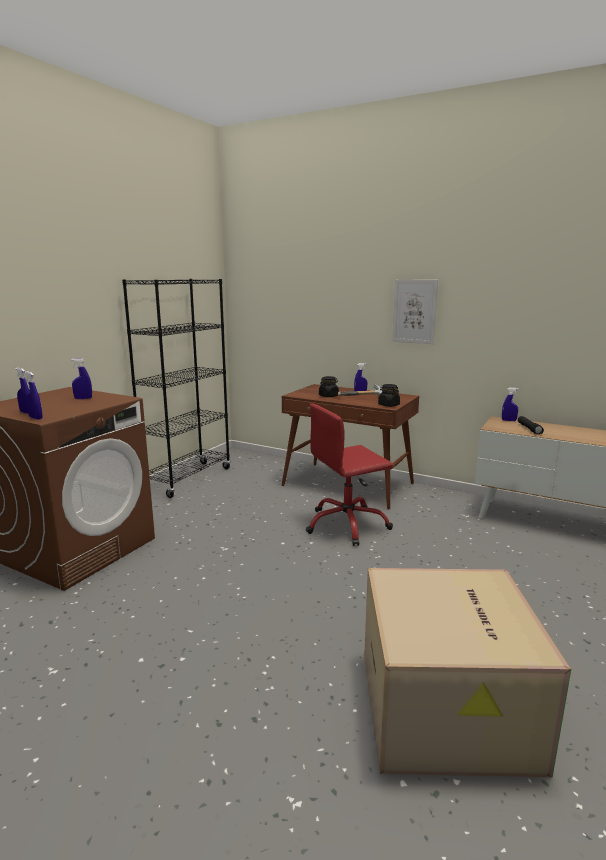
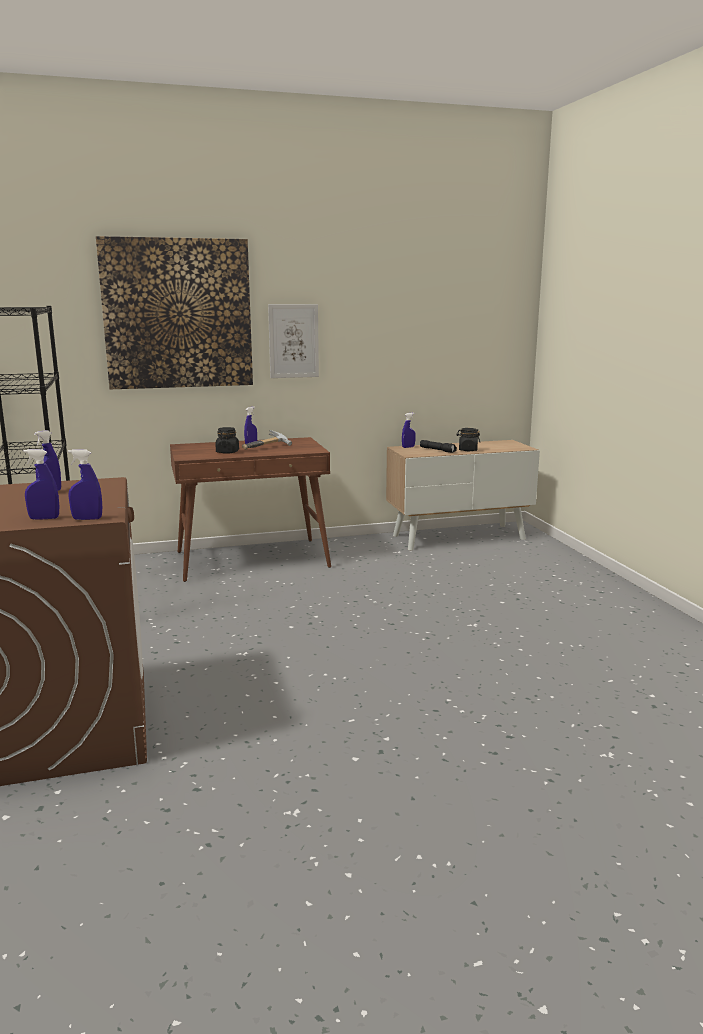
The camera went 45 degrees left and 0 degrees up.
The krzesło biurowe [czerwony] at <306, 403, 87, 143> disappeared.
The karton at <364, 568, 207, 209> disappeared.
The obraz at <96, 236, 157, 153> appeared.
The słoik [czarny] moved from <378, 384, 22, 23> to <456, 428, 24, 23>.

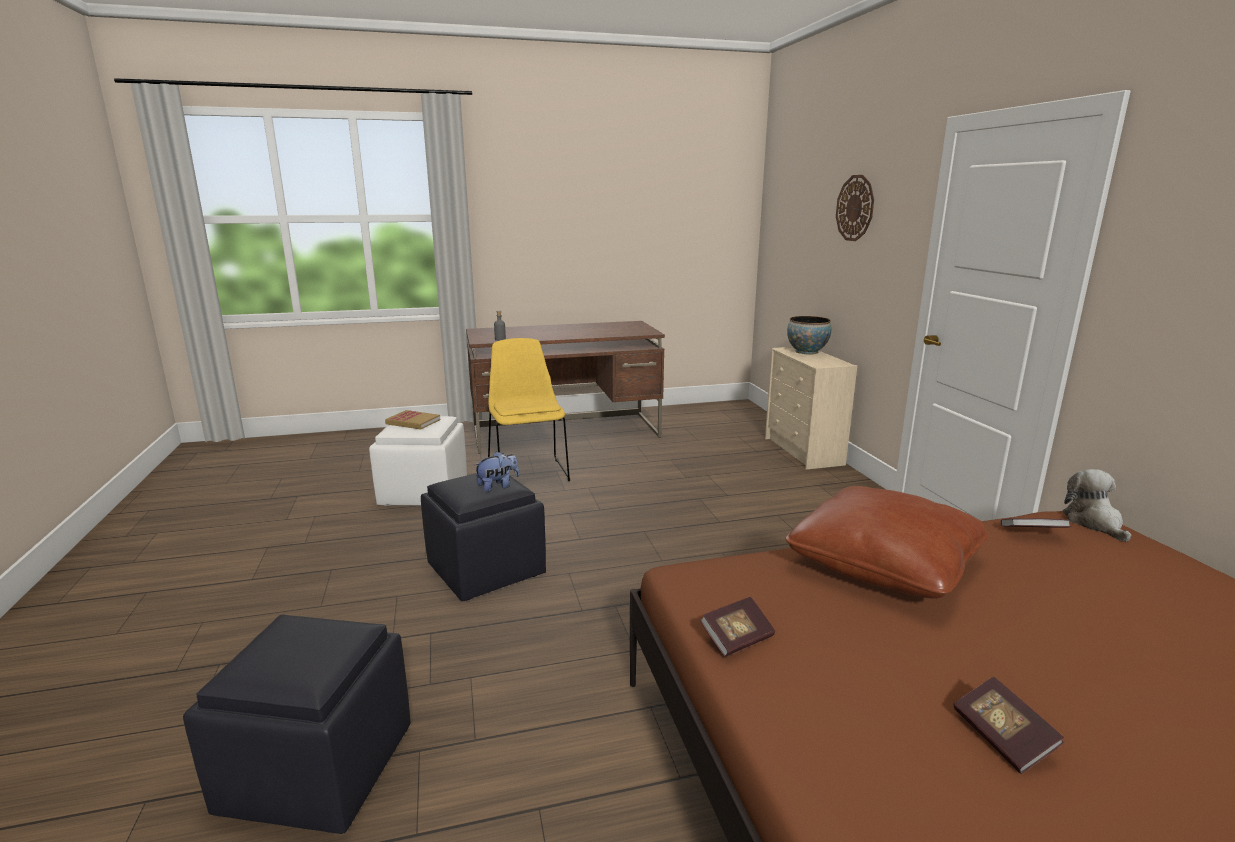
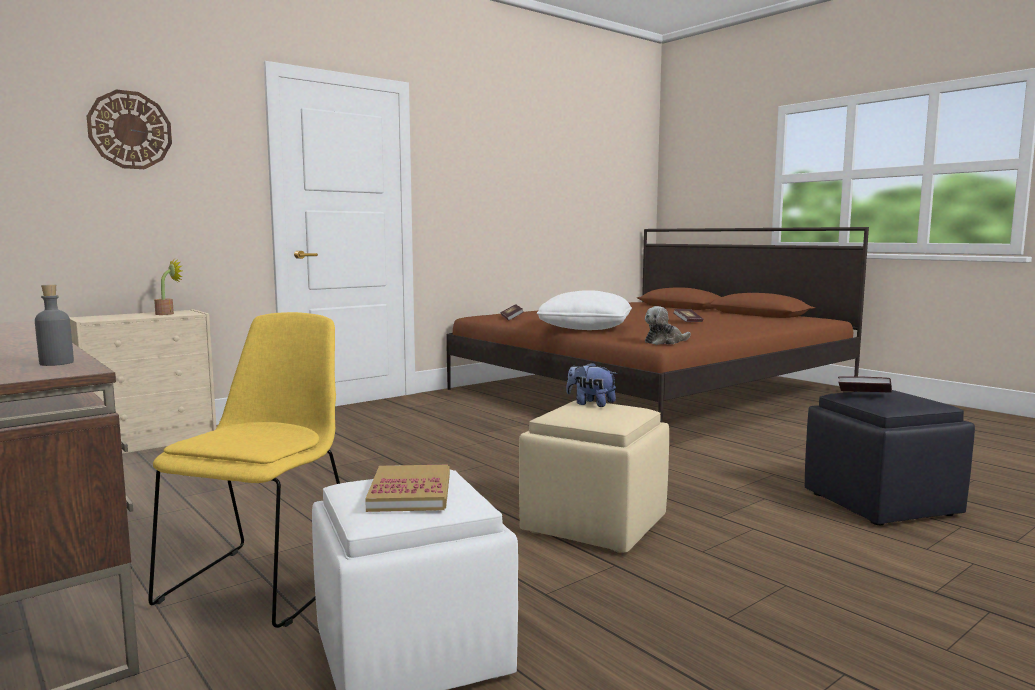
The camera went 115 degrees left and 10 degrees down.
The miska at <787, 316, 44, 38> disappeared.
The roślina doniczkowa at <154, 259, 28, 56> appeared.
The książka moved from <700, 597, 75, 60> to <838, 376, 54, 17>.
The pluszak moved from <1062, 469, 69, 73> to <645, 306, 46, 39>.
The pufa [czarny] at <421, 473, 125, 128> became the pufa [beżowy] at <519, 400, 150, 153>.
The poduszka [brązowy] at <785, 486, 203, 113> became the poduszka [biały] at <537, 290, 95, 40>.
The krzesło [żółty] at <488, 338, 82, 144> turned 150 degrees clockwise.

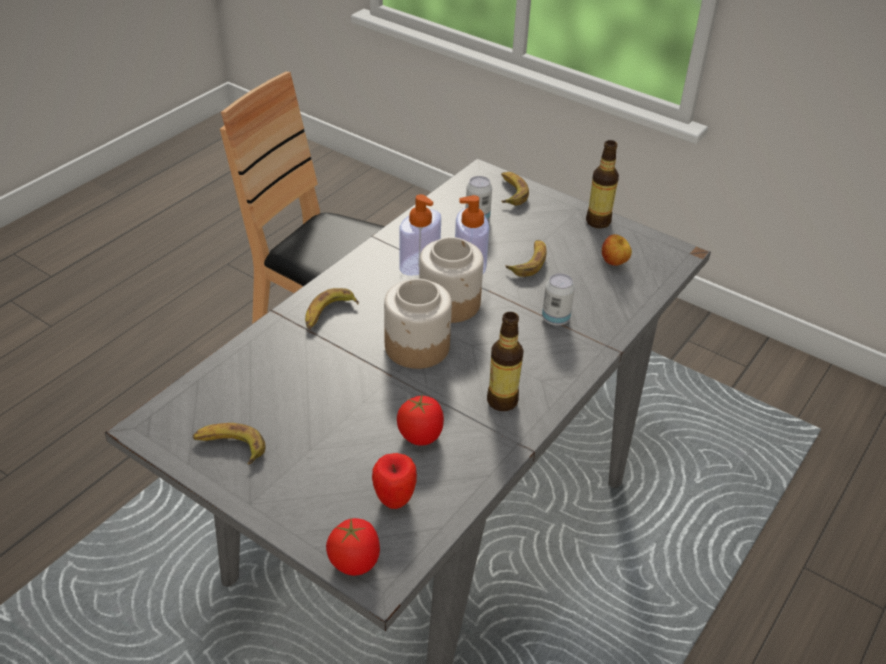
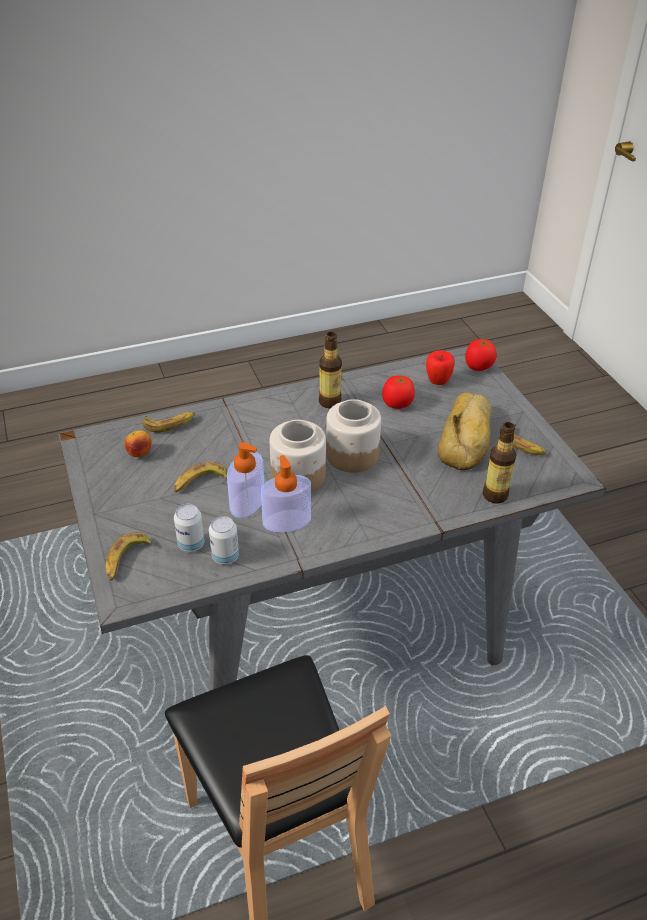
The camera went 145 degrees left and 0 degrees up.
The chleb at <438, 392, 53, 78> appeared.
The banan moved from <305, 288, 54, 42> to <142, 412, 53, 21>.
The puszka moved from <542, 273, 33, 53> to <209, 516, 30, 48>.
The butelka moved from <586, 140, 33, 88> to <483, 422, 33, 82>.

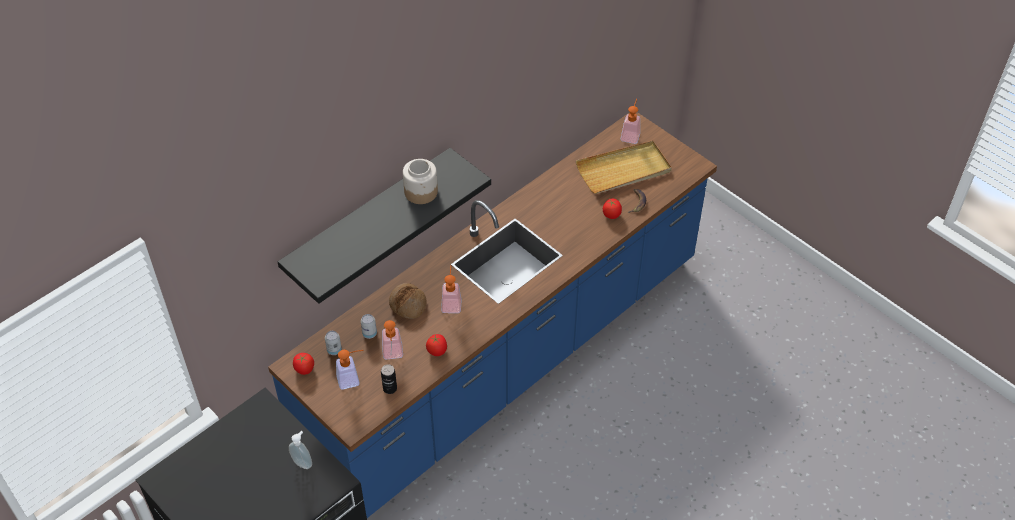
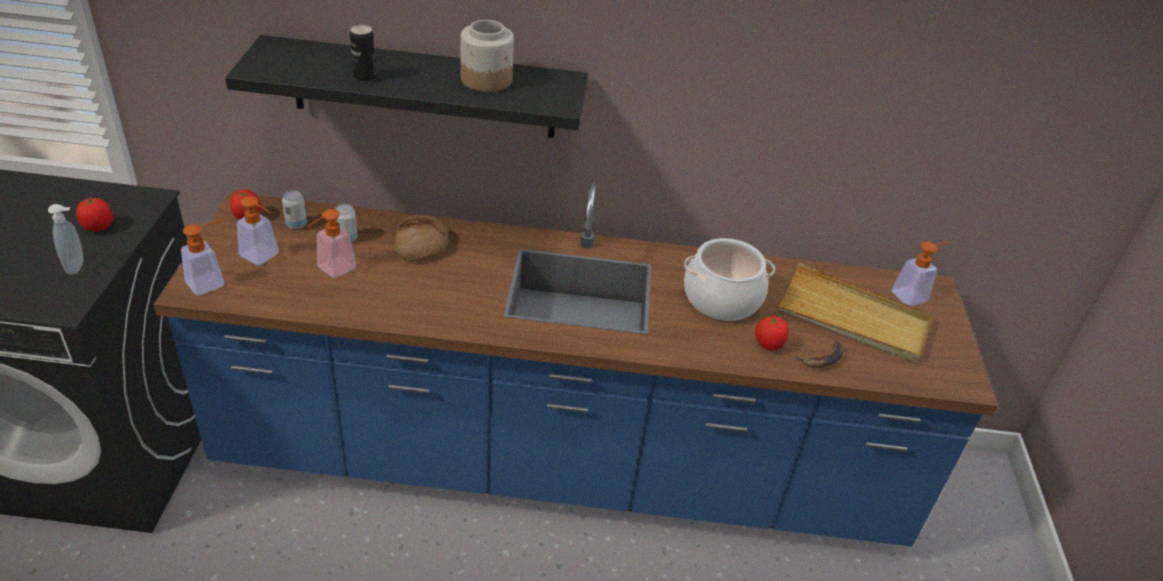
The camera went 45 degrees right and 10 degrees down.
The garnek at <684, 238, 91, 83> appeared.
The puszka moved from <381, 364, 16, 30> to <350, 25, 26, 57>.
The pomidor moved from <426, 334, 21, 22> to <76, 196, 37, 36>.
The dozownik mydła moved from <441, 265, 21, 48> to <181, 220, 43, 76>.

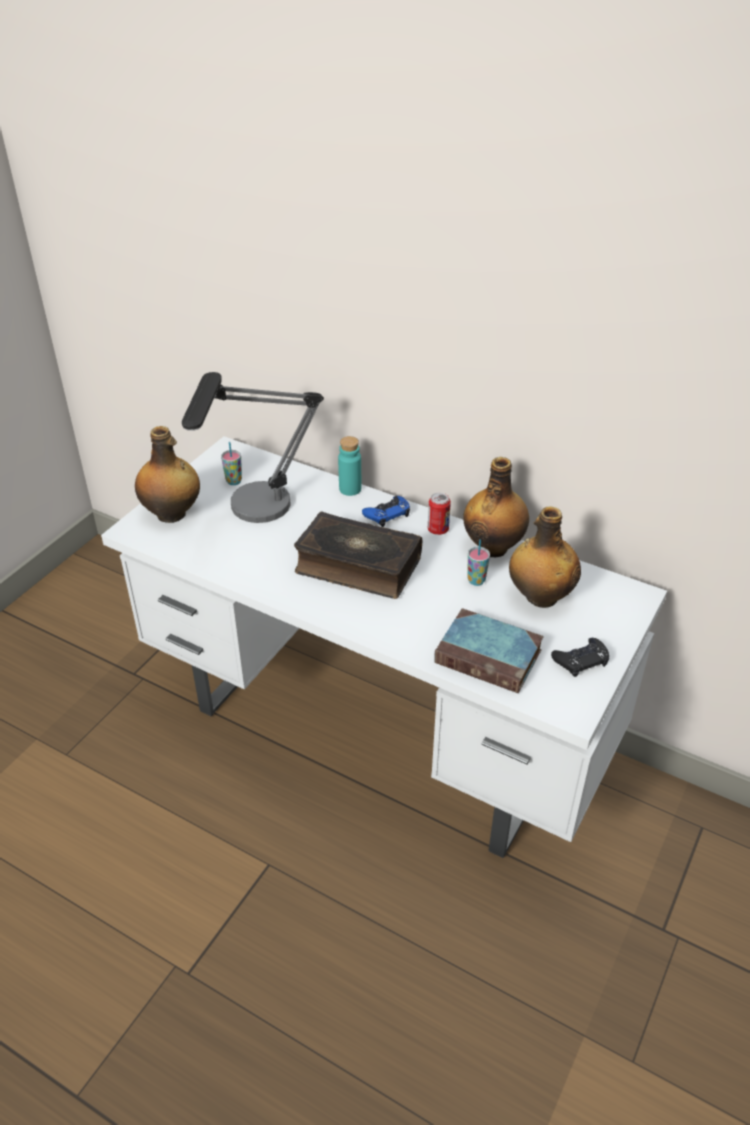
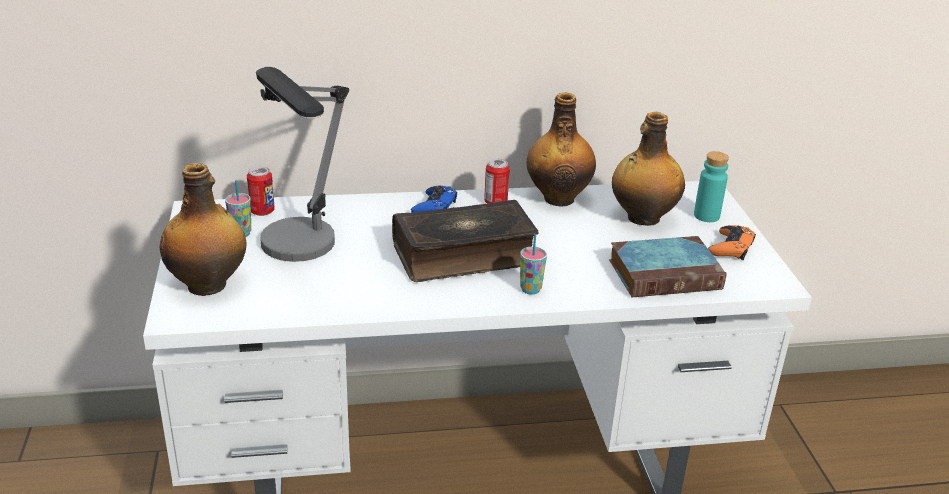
The camera went 40 degrees left and 10 degrees down.
The puszka at <247, 166, 28, 50> appeared.
The butelka [turkusowy] moved from <338, 436, 23, 60> to <694, 151, 35, 71>.
The filiżanka moved from <468, 539, 22, 47> to <520, 234, 27, 61>.
The pad do gier [czarny] at <551, 638, 58, 39> became the pad do gier [pomarańczowy] at <708, 225, 48, 35>.

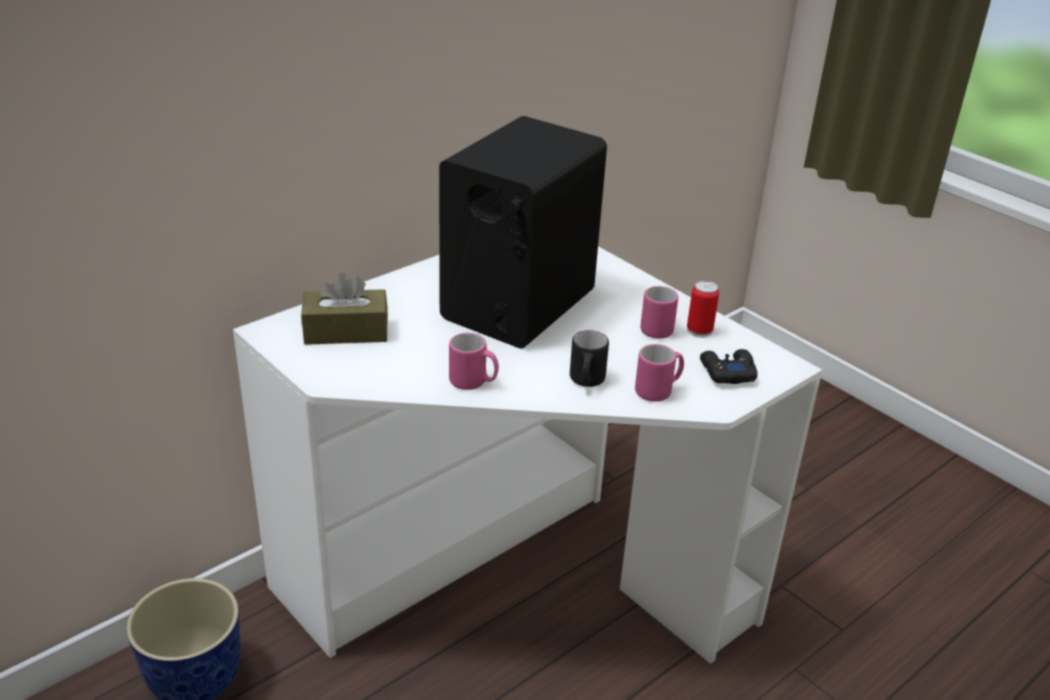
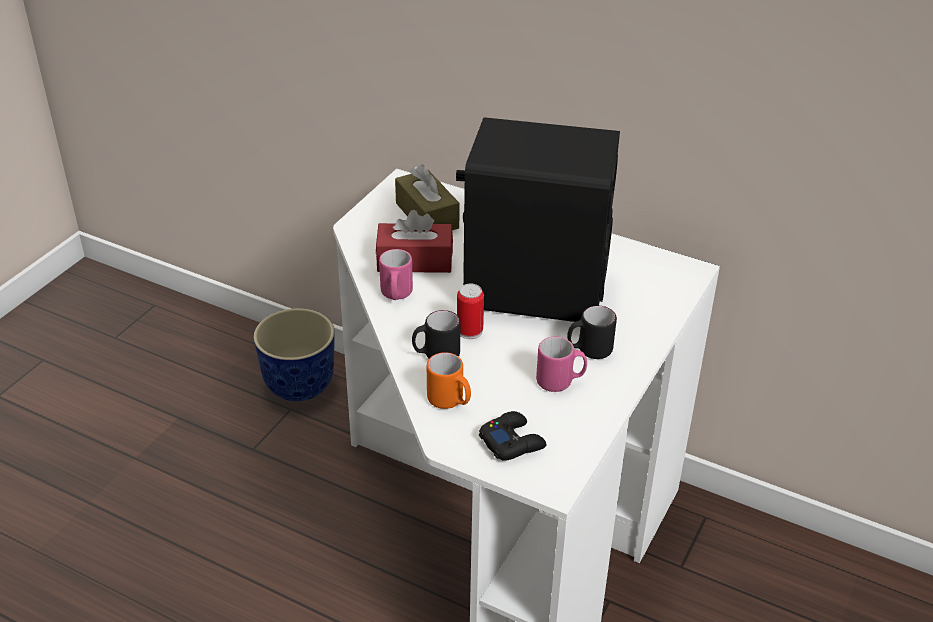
The camera went 70 degrees right and 5 degrees up.
The pudełko chusteczek [czerwony] at <376, 210, 77, 63> appeared.
The kubek [czarny] at <567, 306, 50, 53> appeared.
The puszka moved from <687, 280, 32, 58> to <457, 284, 27, 55>.
The kubek [różowy] at <635, 344, 49, 58> became the kubek [pomarańczowy] at <427, 352, 44, 57>.

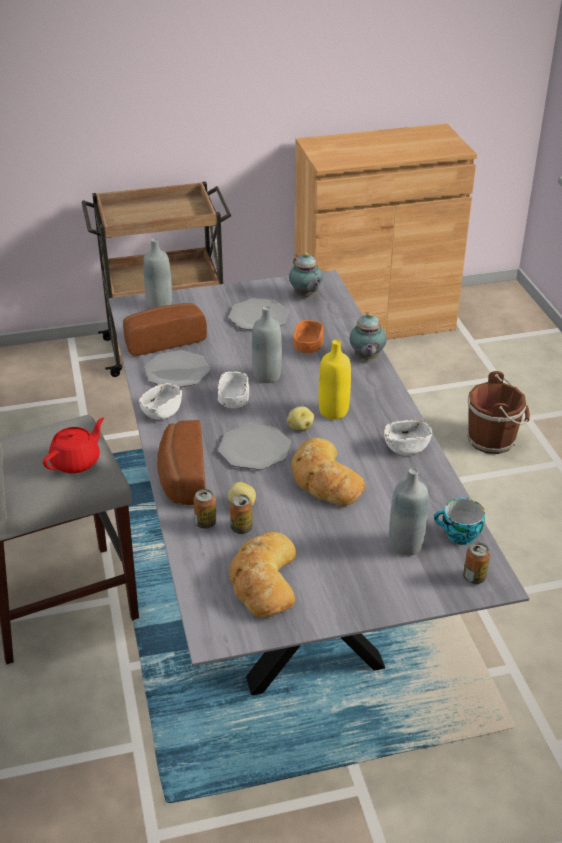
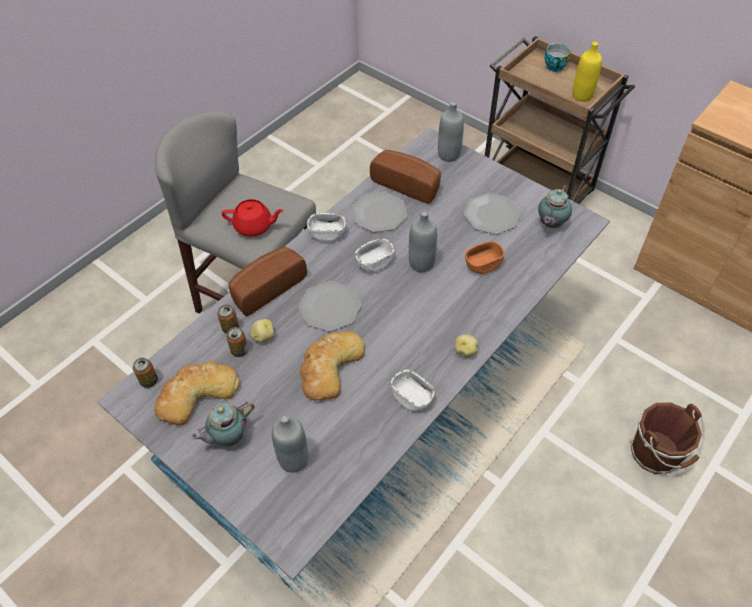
The camera went 55 degrees right and 15 degrees up.
The ziemniak moved from <287, 406, 27, 24> to <454, 334, 24, 24>.
The butelka [żółty] moved from <319, 340, 32, 80> to <572, 42, 30, 60>.
The imbryk moved from <349, 312, 38, 48> to <191, 401, 64, 45>.
The filiżanka moved from <434, 498, 51, 47> to <544, 43, 27, 29>.
The puszka moved from <463, 543, 27, 41> to <133, 358, 25, 30>.

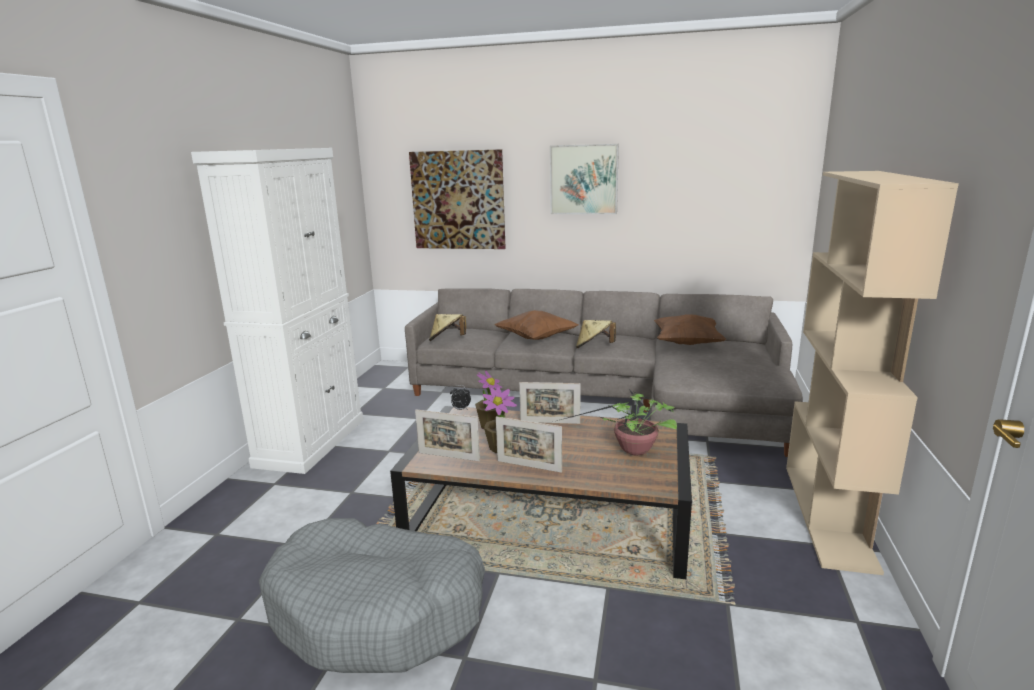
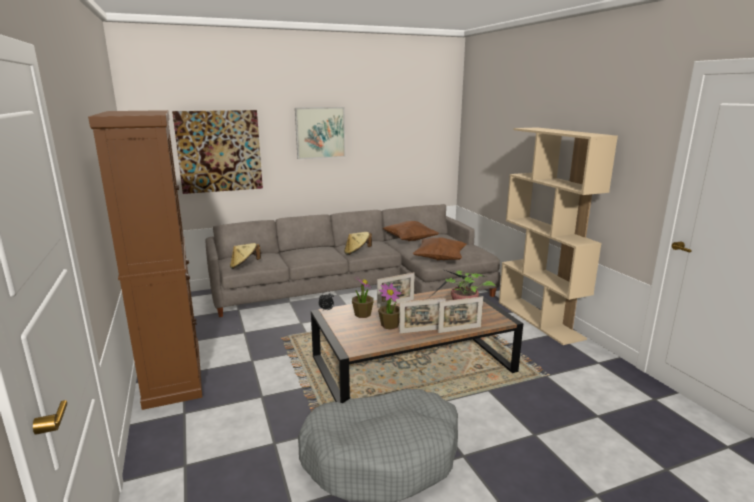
The camera went 35 degrees left and 0 degrees up.
The ramka na zdjęcie moved from <415, 409, 65, 52> to <438, 296, 45, 37>.
The poduszka [brązowy] moved from <495, 310, 83, 30> to <413, 237, 54, 23>.
The szafka [biały] at <191, 148, 172, 326> became the szafka [brązowy] at <88, 110, 115, 300>.

